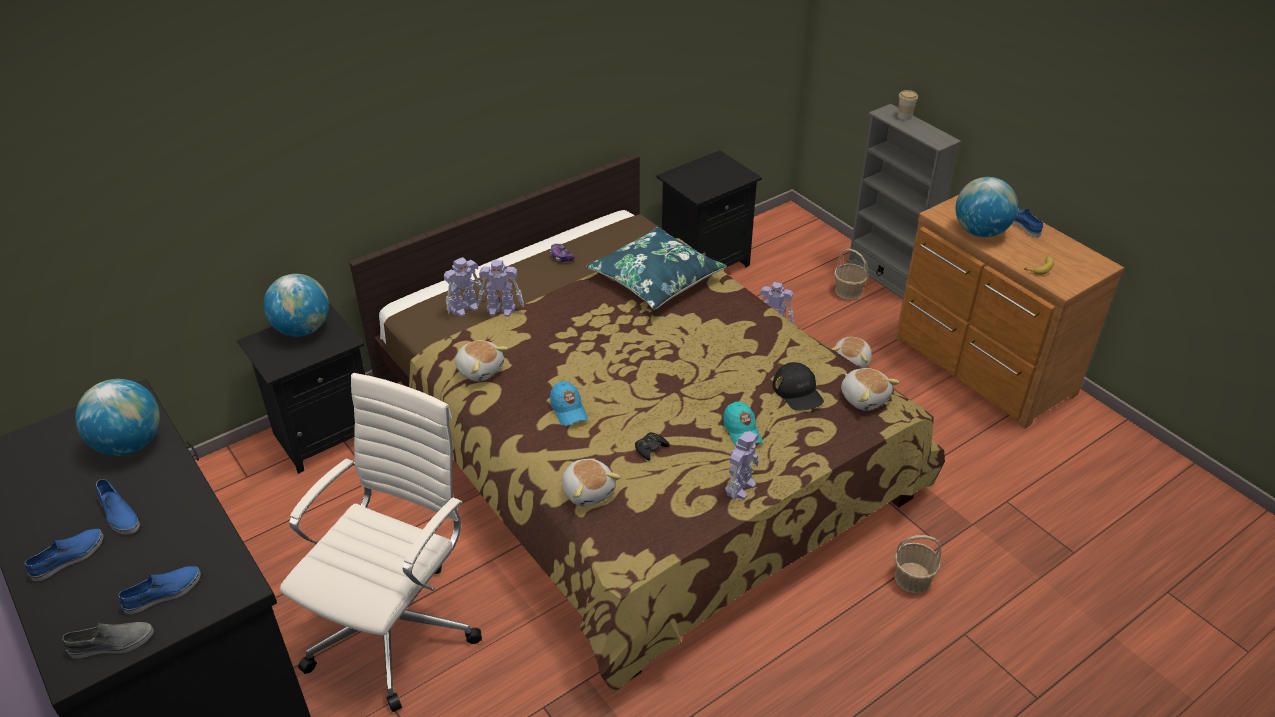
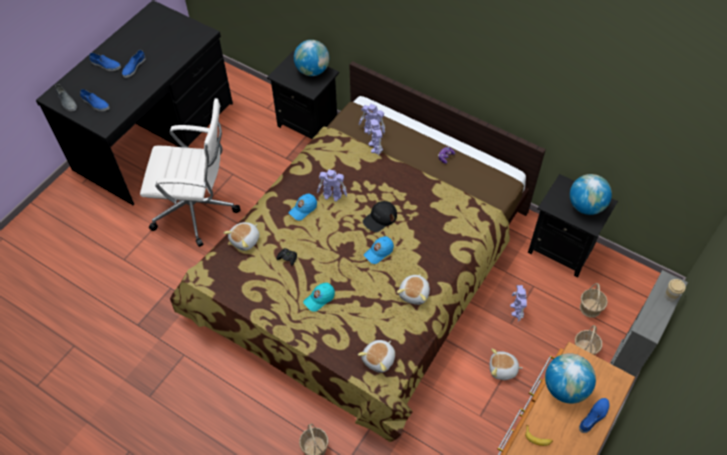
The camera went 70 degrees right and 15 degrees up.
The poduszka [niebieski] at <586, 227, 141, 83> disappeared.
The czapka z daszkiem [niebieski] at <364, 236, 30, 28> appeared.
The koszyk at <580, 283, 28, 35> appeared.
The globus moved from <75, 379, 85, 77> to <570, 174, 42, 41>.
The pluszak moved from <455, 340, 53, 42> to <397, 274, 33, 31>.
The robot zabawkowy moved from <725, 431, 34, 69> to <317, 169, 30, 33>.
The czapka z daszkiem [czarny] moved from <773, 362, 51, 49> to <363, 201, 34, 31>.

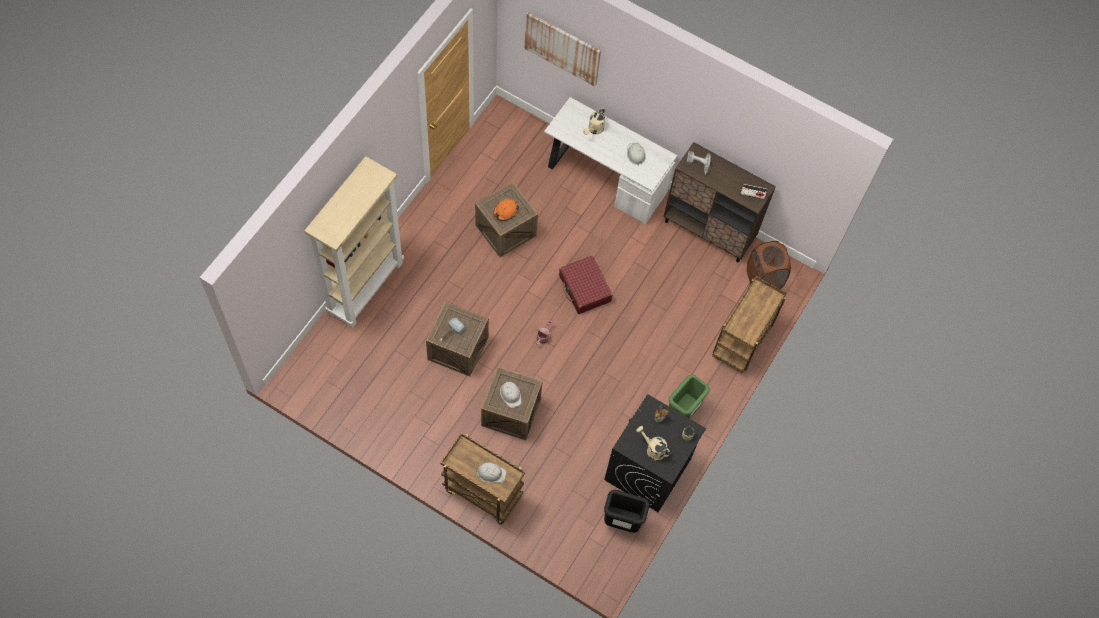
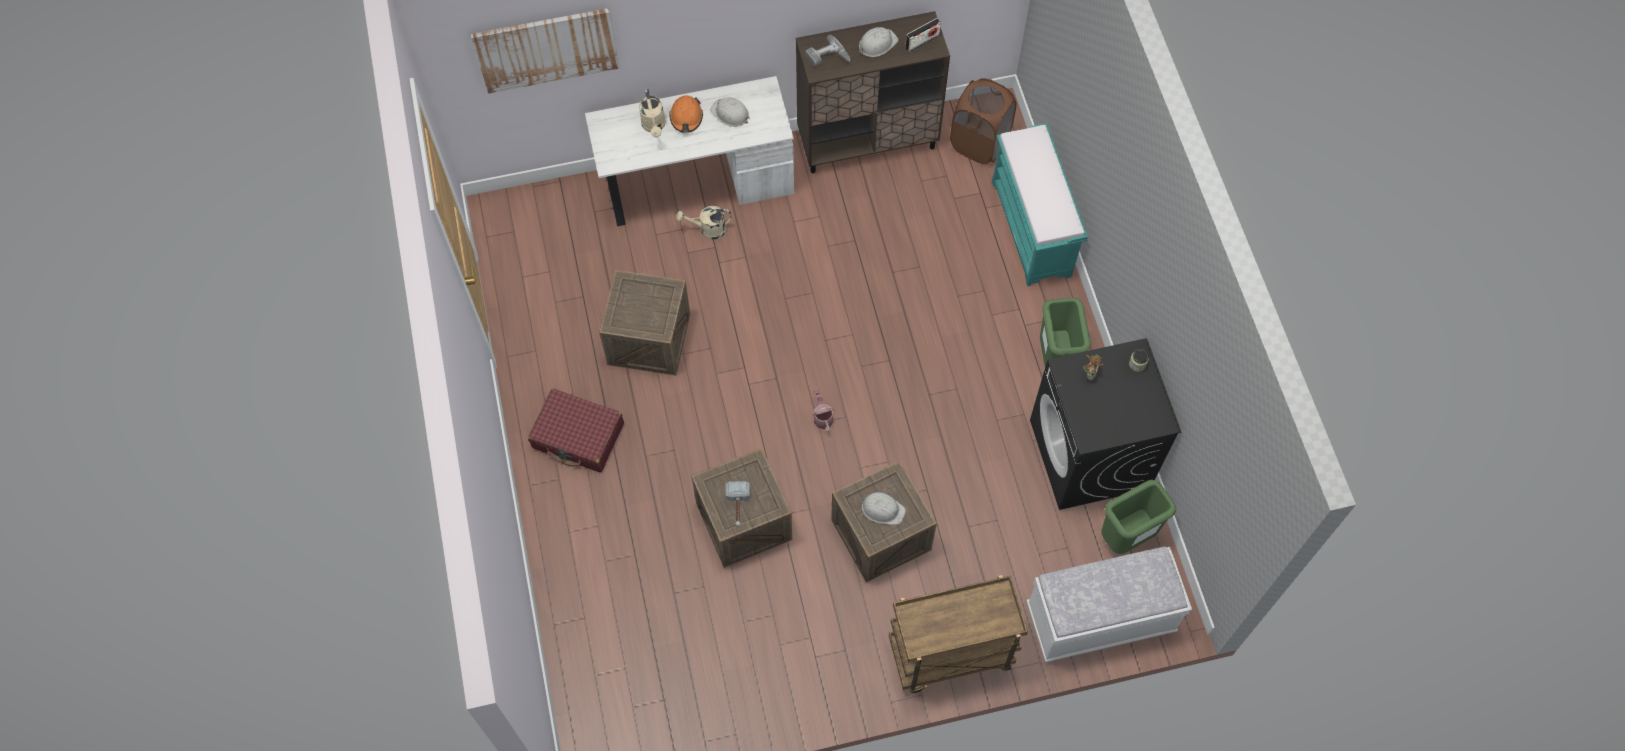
The camera went 40 degrees left and 0 degrees up.
The regał [beżowy] at <304, 156, 100, 172> disappeared.
The ławka [biały] at <1026, 547, 166, 116> appeared.
The kask [biały] moved from <476, 462, 31, 21> to <859, 27, 39, 30>.
The kask [pomarańczowy] moved from <493, 199, 26, 22> to <669, 95, 34, 38>.
The walizka [czerwony] moved from <559, 256, 54, 58> to <528, 388, 96, 84>.
The konewka [beżowy] moved from <636, 426, 34, 35> to <676, 206, 55, 33>.
The wózek [brązowy] at <712, 276, 75, 97> was replaced by the ławka [turkusowy] at <992, 123, 96, 163>.
The kosz na śmieci [czarny] at <604, 490, 46, 43> became the kosz na śmieci [zielony] at <1101, 480, 75, 74>.

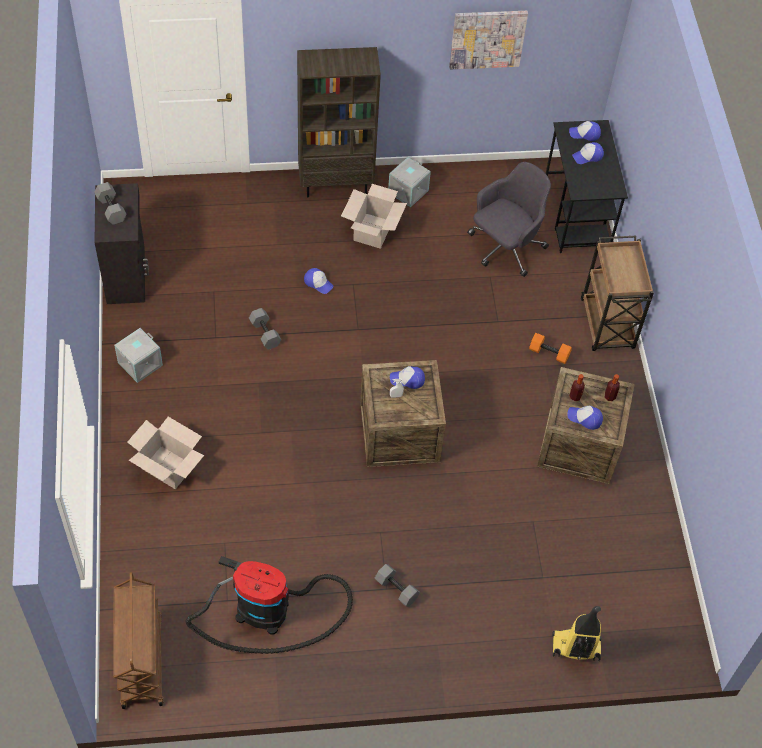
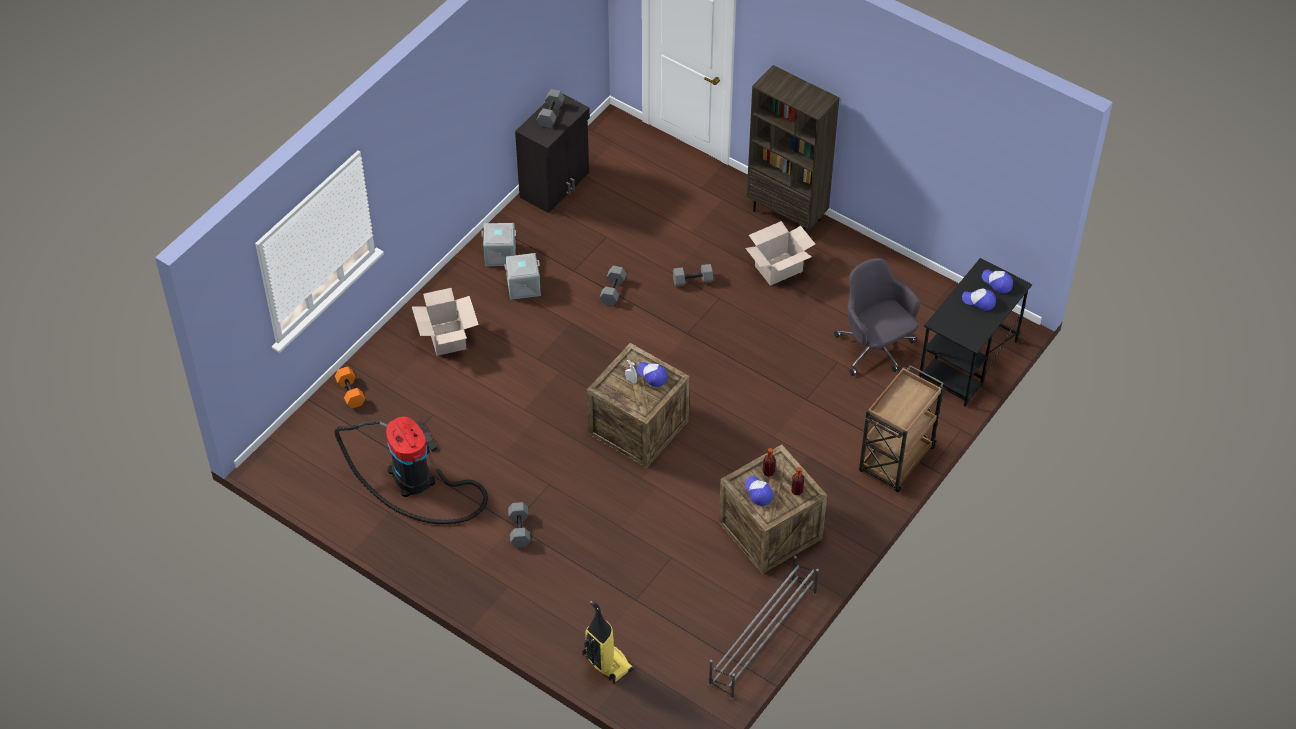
The camera went 45 degrees right and 5 degrees down.
The wózek [brązowy] at <113, 572, 50, 137> disappeared.
The obraz at <449, 11, 79, 59> disappeared.
The regał na buty [szary] at <709, 556, 110, 143> appeared.
The pojemnik do przechowywania [szary] moved from <388, 157, 43, 50> to <504, 253, 37, 47>.
The hantel [pomarańczowy] moved from <529, 333, 43, 31> to <335, 366, 30, 43>.
The czapka z daszkiem at <304, 268, 30, 26> was replaced by the hantel [szary] at <673, 264, 40, 23>.
The krzesło biurowe [szary] at <467, 162, 84, 115> turned 120 degrees counterclockwise.

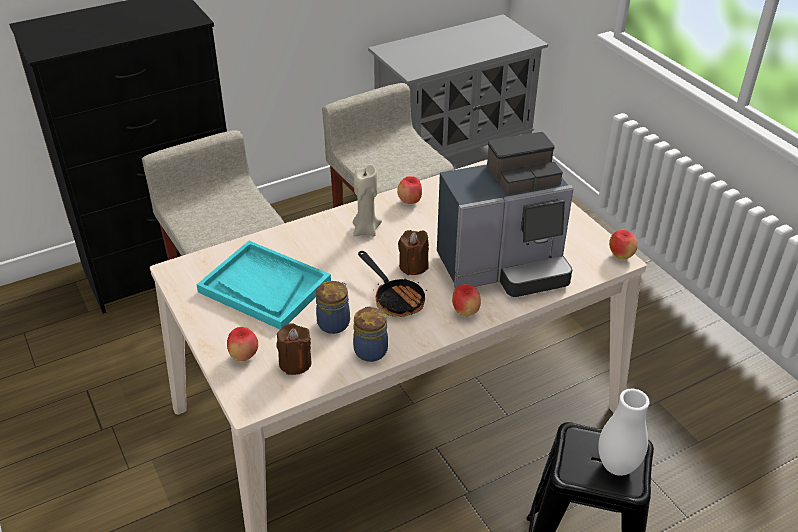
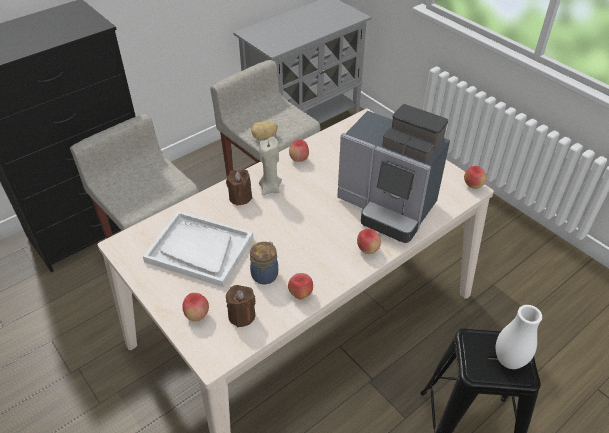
The camera went 10 degrees left and 5 degrees up.
The patelnia at <358, 251, 69, 66> disappeared.
The ziemniak at <251, 121, 27, 19> appeared.
The świeca [brązowy] moved from <398, 230, 31, 45> to <226, 169, 27, 37>.
The słoik at <353, 306, 35, 56> was replaced by the jabłko at <288, 273, 25, 26>.
The taca [turkusowy] at <196, 241, 135, 89> became the taca [biały] at <143, 211, 110, 76>.
The ekspres do kawy at <437, 132, 137, 165> turned 60 degrees clockwise.

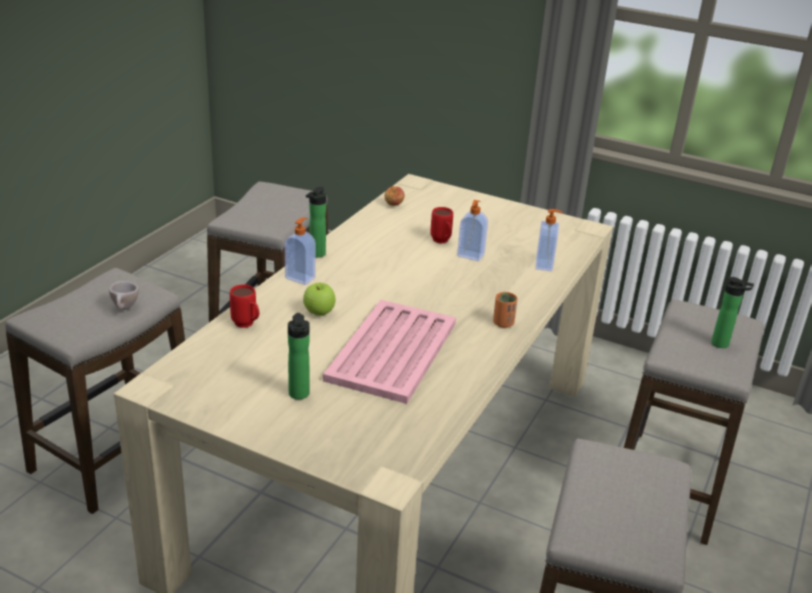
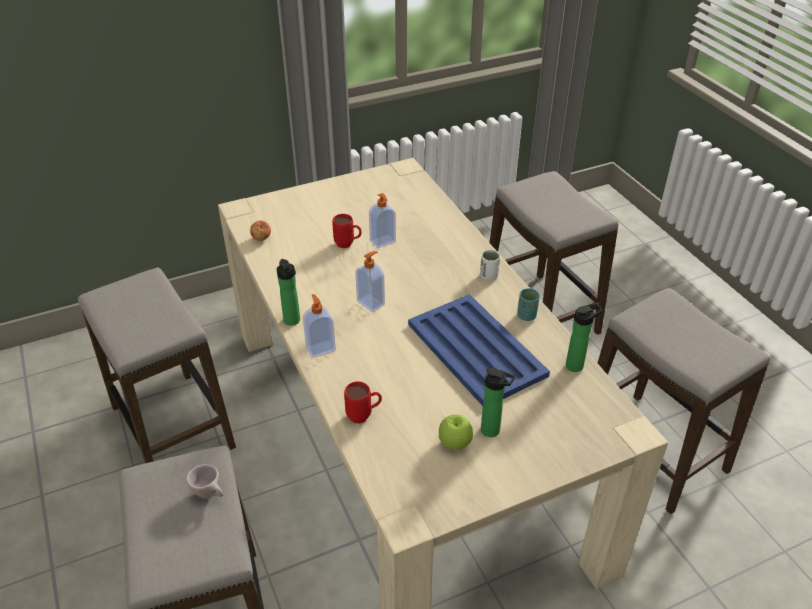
The camera went 50 degrees left and 10 degrees up.
The filiżanka [turkusowy] at <517, 288, 23, 33> appeared.
The jabłko moved from <303, 283, 33, 33> to <439, 414, 34, 36>.
The dozownik mydła moved from <536, 209, 27, 62> to <355, 251, 30, 61>.
The butelka moved from <711, 277, 43, 71> to <566, 303, 37, 69>.
The taca [różowy] at <323, 300, 133, 104> became the taca [niebieski] at <408, 294, 142, 112>.
The filiżanka [pomarańczowy] at <493, 292, 24, 36> became the filiżanka [biały] at <480, 250, 20, 30>.

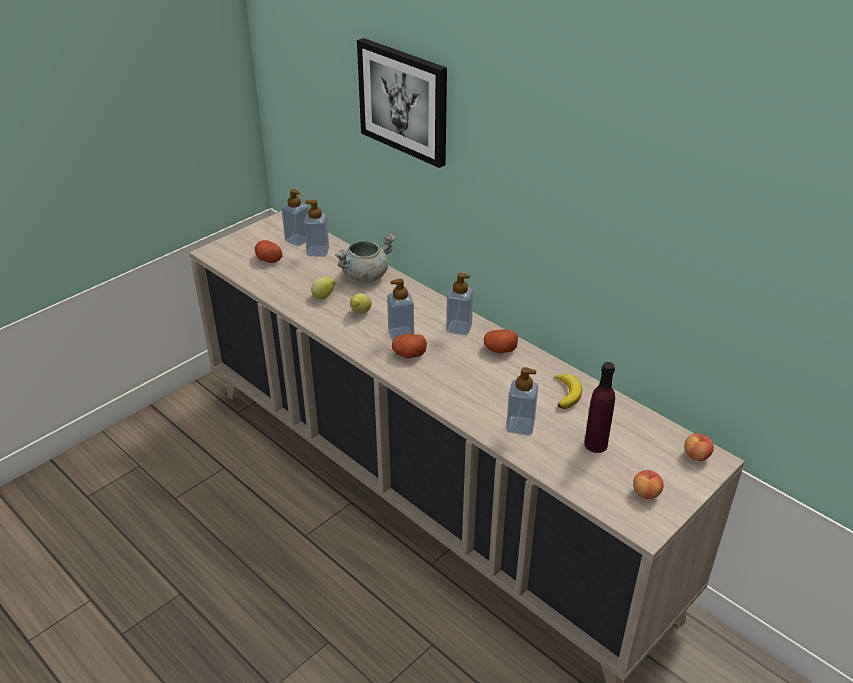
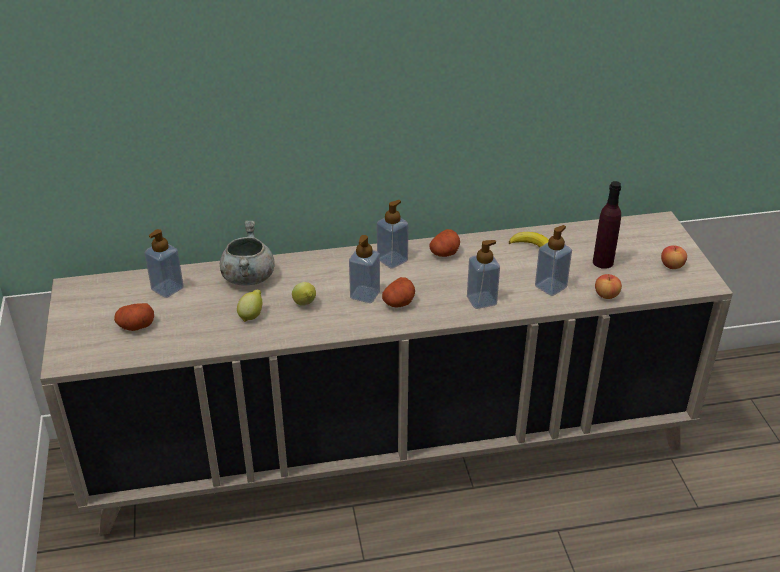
The camera went 55 degrees left and 0 degrees up.
The obraz at <357, 38, 90, 130> disappeared.
The dozownik mydła moved from <282, 189, 26, 57> to <467, 240, 33, 69>.
The jabłko moved from <684, 434, 30, 27> to <595, 274, 27, 25>.

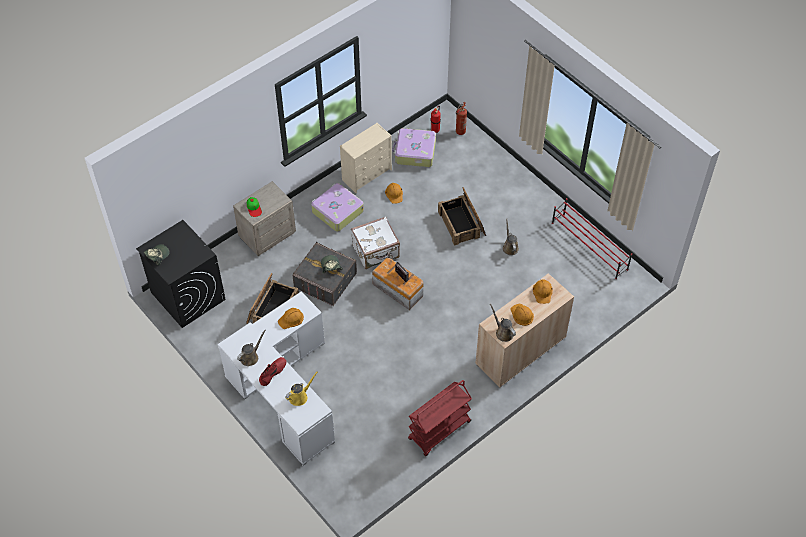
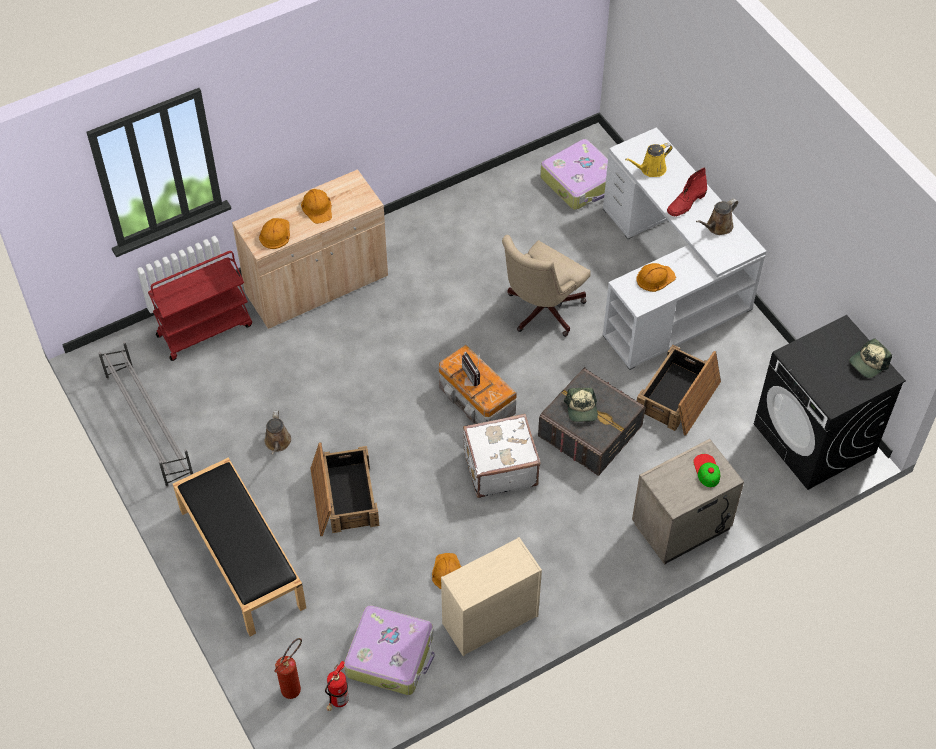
The camera went 170 degrees left and 0 degrees up.
The konewka [brązowy] at <490, 304, 26, 38> disappeared.
The ławka [czarny] at <173, 457, 133, 179> appeared.
The krzesło biurowe [beżowy] at <502, 235, 89, 102> appeared.
The walizka moved from <311, 183, 53, 49> to <540, 139, 68, 71>.
The wózek [czerwony] moved from <408, 380, 64, 76> to <148, 251, 104, 110>.
The regał na buty [czerwony] at <552, 198, 80, 81> became the regał na buty [szary] at <98, 341, 95, 146>.

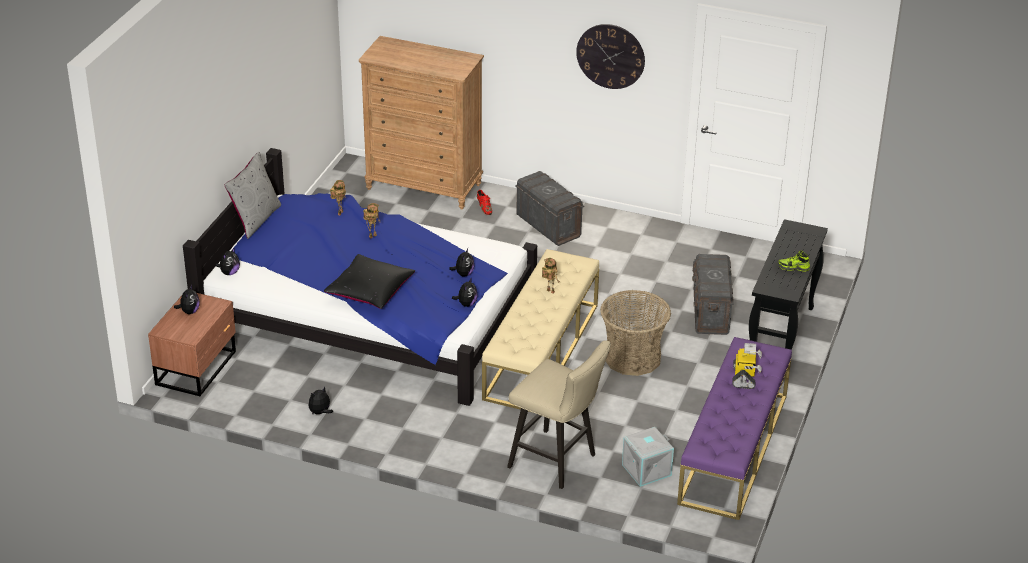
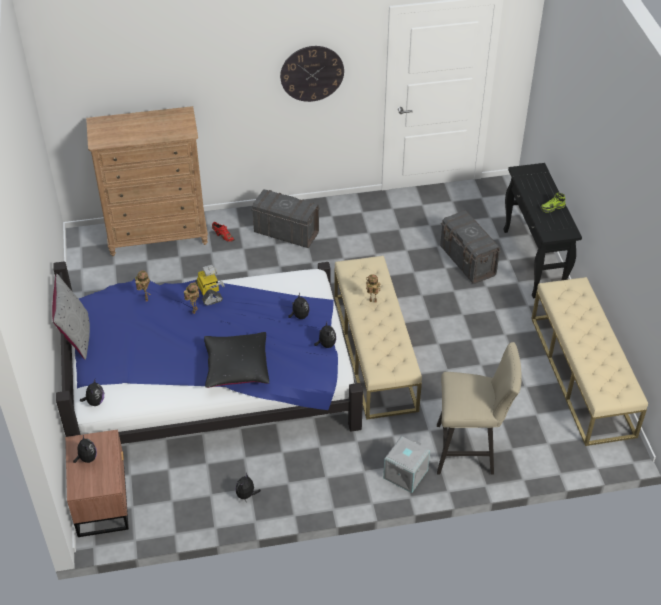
The camera went 30 degrees left and 10 degrees up.
The koszyk at <600, 290, 71, 86> disappeared.
The pojemnik do przechowywania [szary] moved from <622, 427, 52, 60> to <383, 436, 47, 57>.
The robot zabawkowy moved from <732, 343, 30, 46> to <195, 265, 30, 41>.
The ławka [fioletowy] at <677, 337, 115, 183> became the ławka [beżowy] at <531, 277, 117, 169>.

